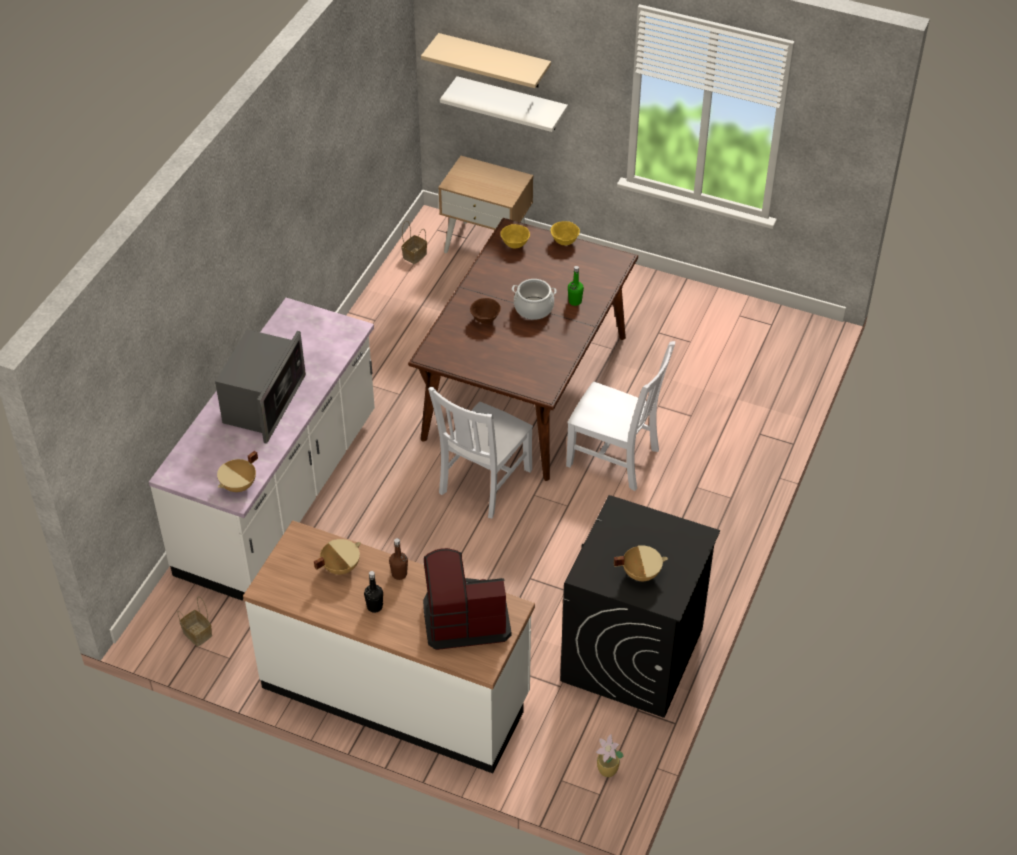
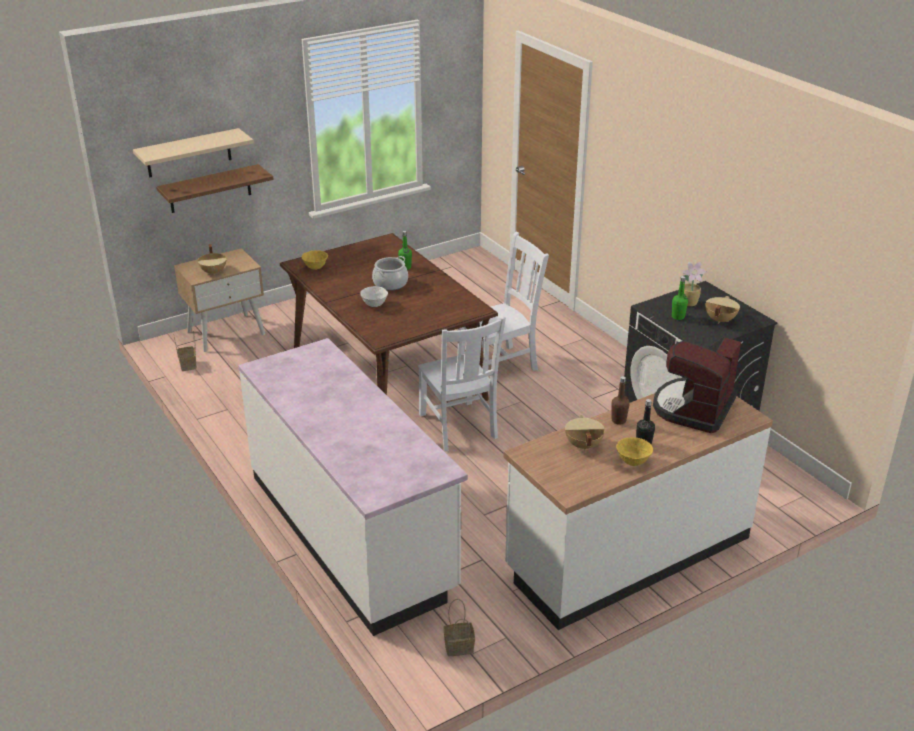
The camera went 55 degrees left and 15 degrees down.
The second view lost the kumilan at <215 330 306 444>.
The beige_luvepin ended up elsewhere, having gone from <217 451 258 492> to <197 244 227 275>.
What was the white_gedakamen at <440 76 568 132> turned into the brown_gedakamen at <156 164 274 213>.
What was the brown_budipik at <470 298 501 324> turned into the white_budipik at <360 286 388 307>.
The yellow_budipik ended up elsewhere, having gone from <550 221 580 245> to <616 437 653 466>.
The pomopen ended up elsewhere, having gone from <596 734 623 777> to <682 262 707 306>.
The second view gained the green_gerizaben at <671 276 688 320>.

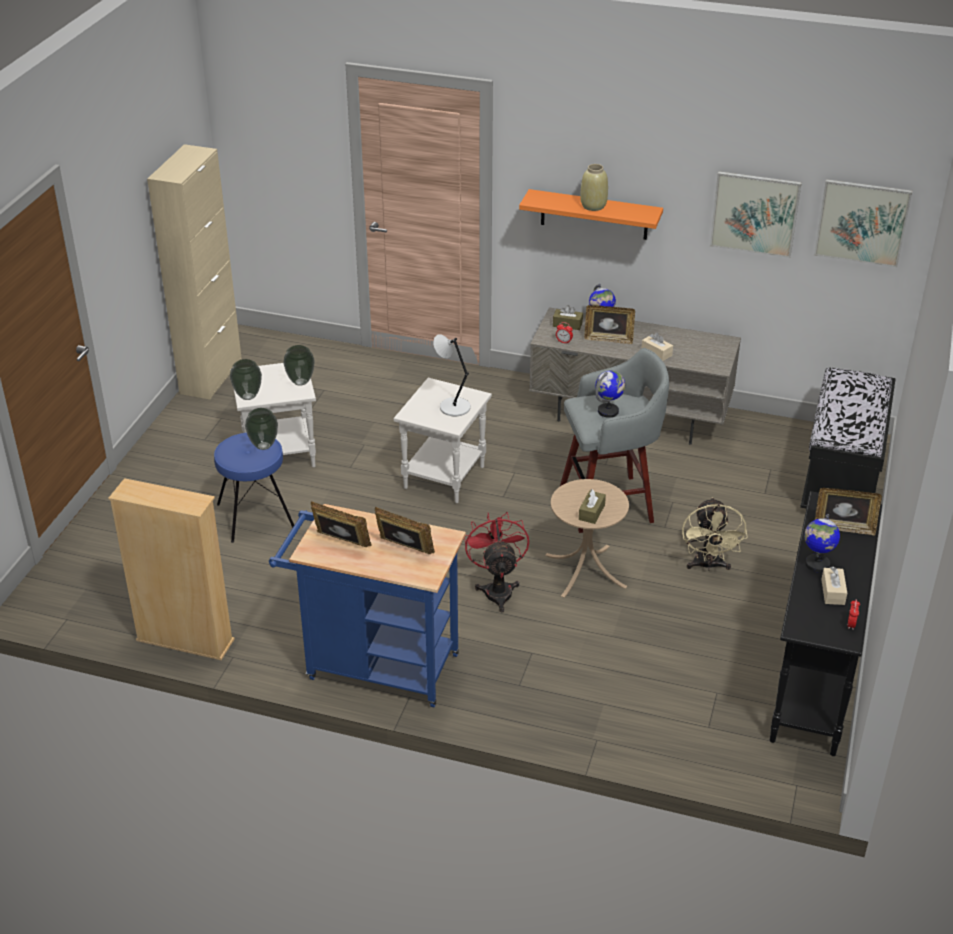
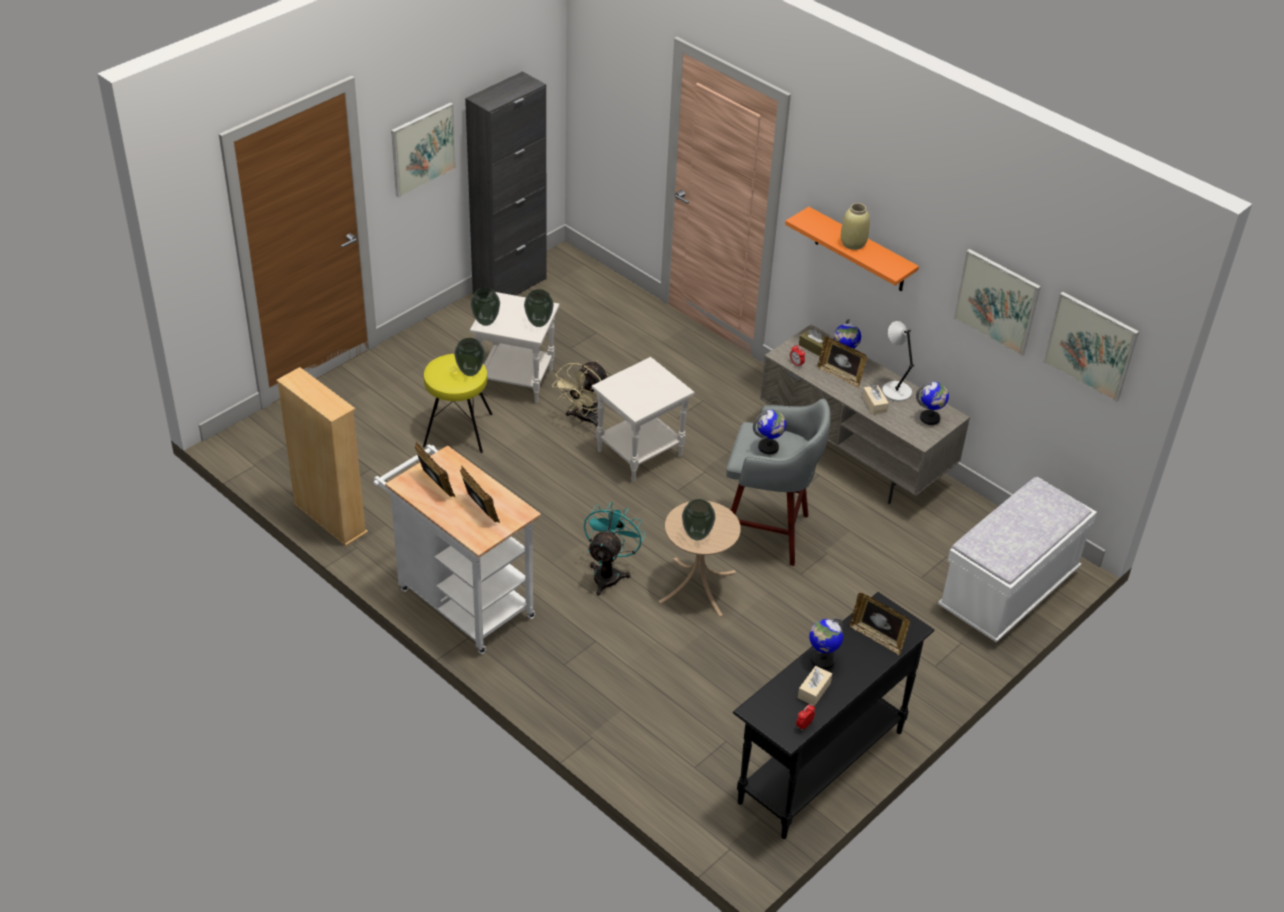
The camera went 25 degrees right and 5 degrees up.
What was the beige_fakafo at <147 144 242 400> turned into the black_fakafo at <465 71 547 296>.
What was the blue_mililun at <214 433 294 543> turned into the yellow_mililun at <423 354 493 453>.
What was the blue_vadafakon at <269 504 466 708> turned into the white_vadafakon at <373 444 541 654>.
The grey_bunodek ended up elsewhere, having gone from <433 334 471 416> to <882 321 914 401>.
What was the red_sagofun at <464 512 529 612> turned into the turquoise_sagofun at <584 502 645 596>.
Where the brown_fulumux stood at <579 489 606 524>, the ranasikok came to stand at <682 499 715 541>.
The beige_sagofun ended up elsewhere, having gone from <682 497 748 571> to <552 361 608 428>.
What was the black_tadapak at <800 367 896 508> turned into the white_tadapak at <938 477 1097 643>.
The second view gained the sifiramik at <391 102 456 198>.
The second view gained the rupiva at <916 381 949 425>.

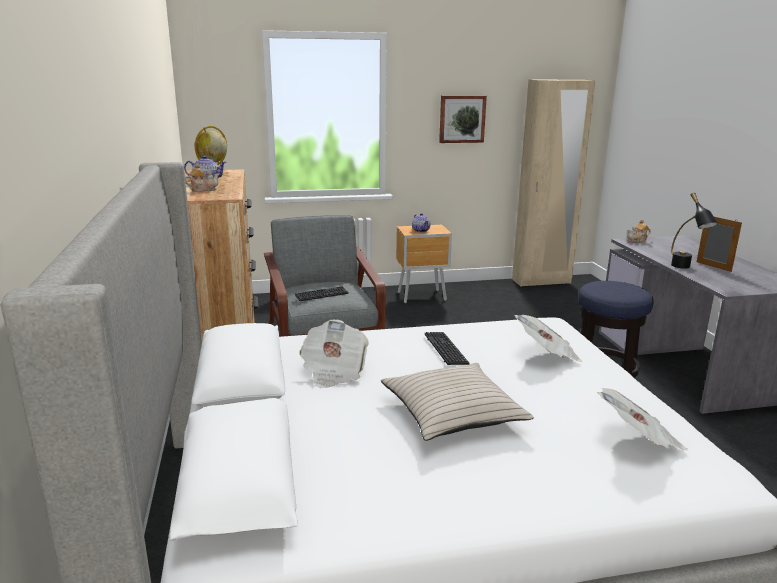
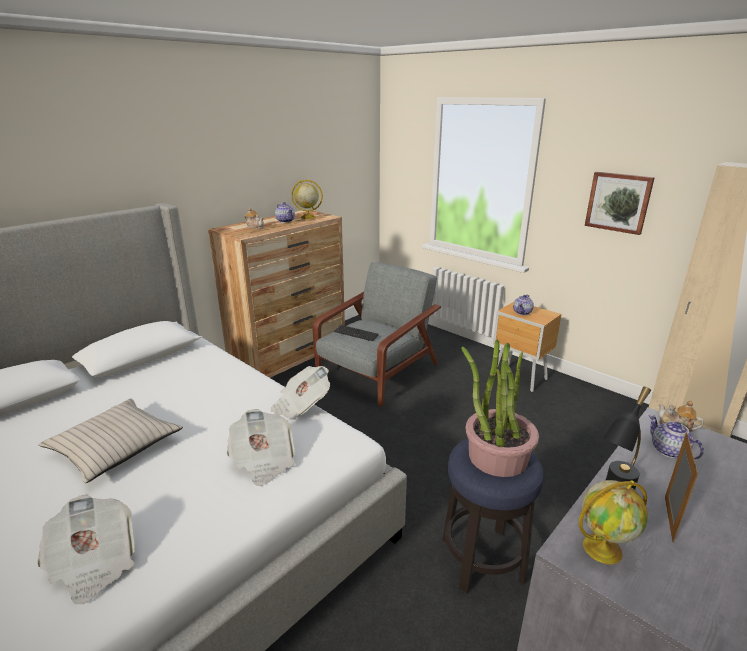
The camera went 55 degrees right and 5 degrees up.
The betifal ended up elsewhere, having gone from <299 320 369 388> to <271 366 330 420>.
The second view lost the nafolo at <425 332 470 365>.
The second view gained the pomopen at <462 339 539 477>.
The second view gained the rupiva at <579 480 648 565>.
The second view gained the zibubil at <648 415 704 459>.

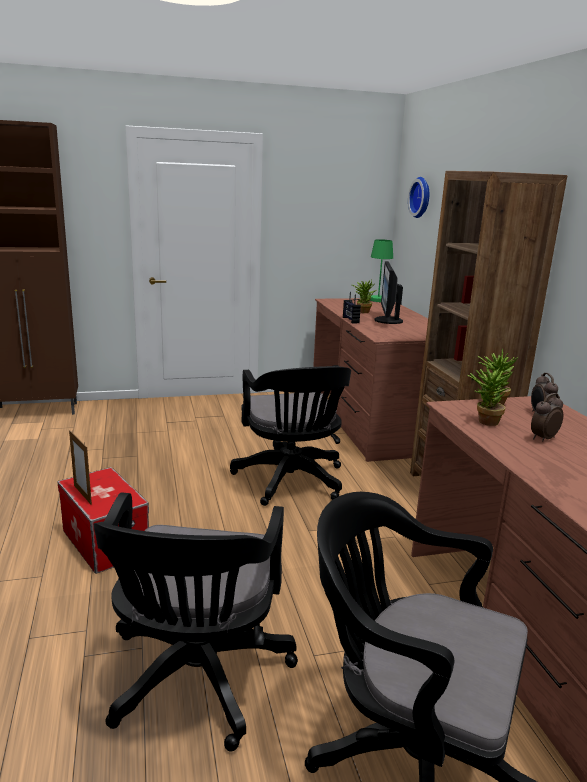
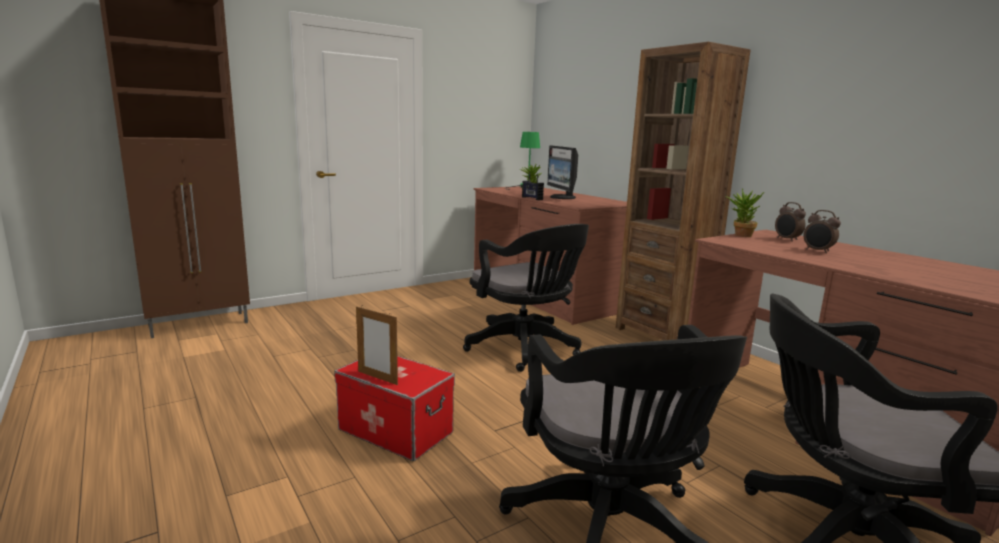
The camera went 20 degrees left and 5 degrees down.
The second view lost the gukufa at <408 177 429 218>.
The second view lost the pomopen at <467 362 514 426>.
The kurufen at <531 393 563 442> ended up facing another way, 75 degrees counterclockwise from before.

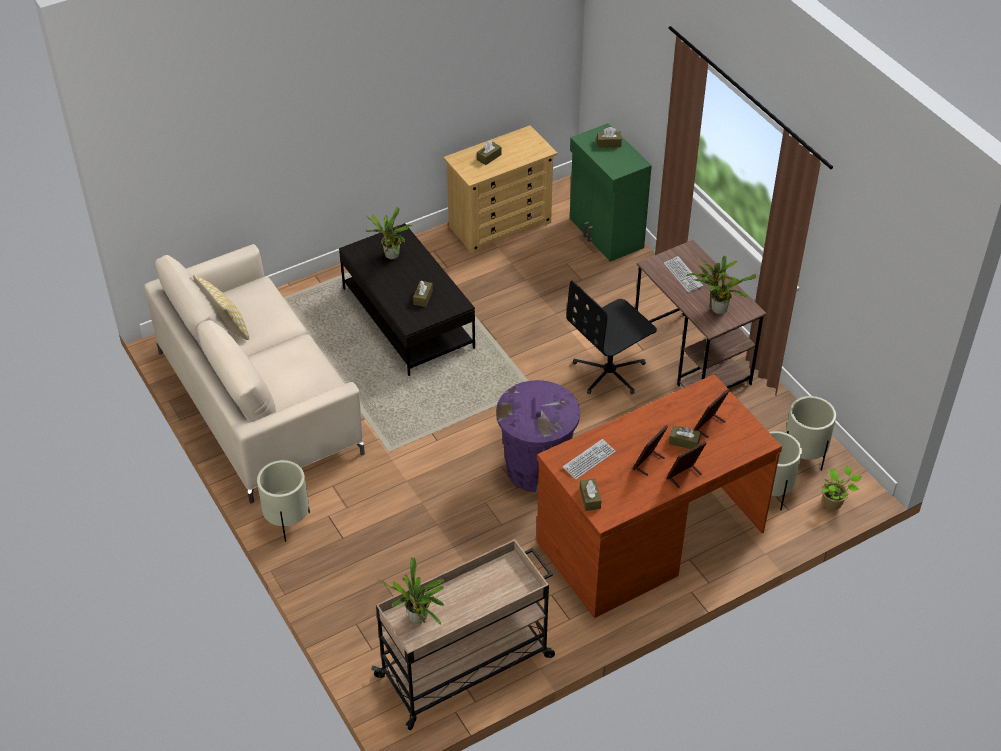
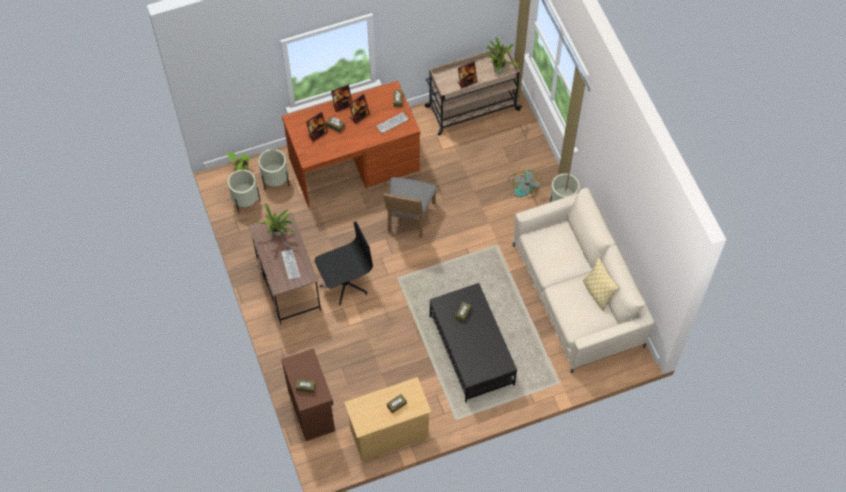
The camera went 170 degrees left and 15 degrees up.
The second view lost the pomopen at <366 207 412 259>.
Where the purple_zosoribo stood at <496 380 580 492>, the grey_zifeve came to stand at <383 177 437 238>.
What was the green_fakafo at <570 123 652 262> turned into the brown_fakafo at <281 348 335 441>.
The second view gained the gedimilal at <458 61 477 89>.
The second view gained the sagofun at <508 170 543 197>.

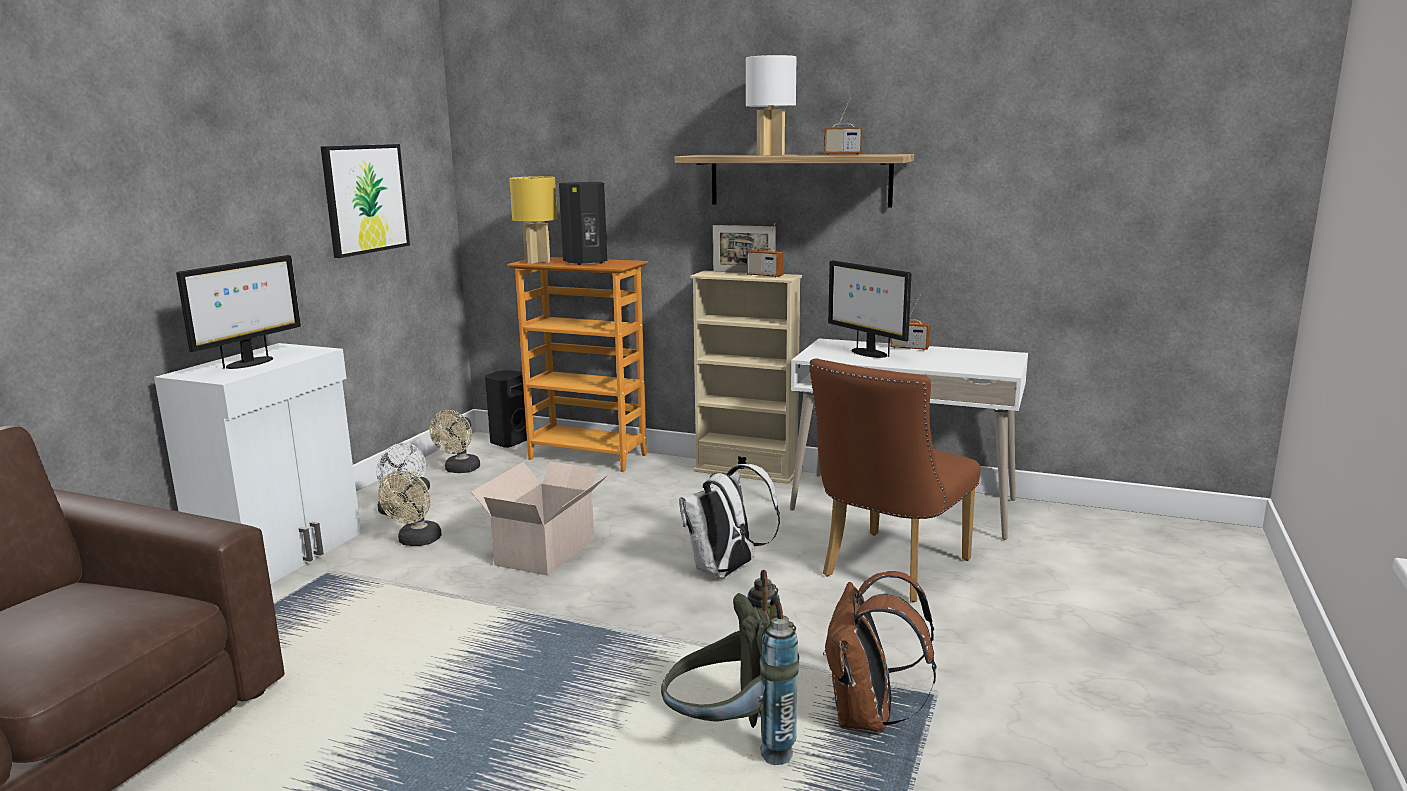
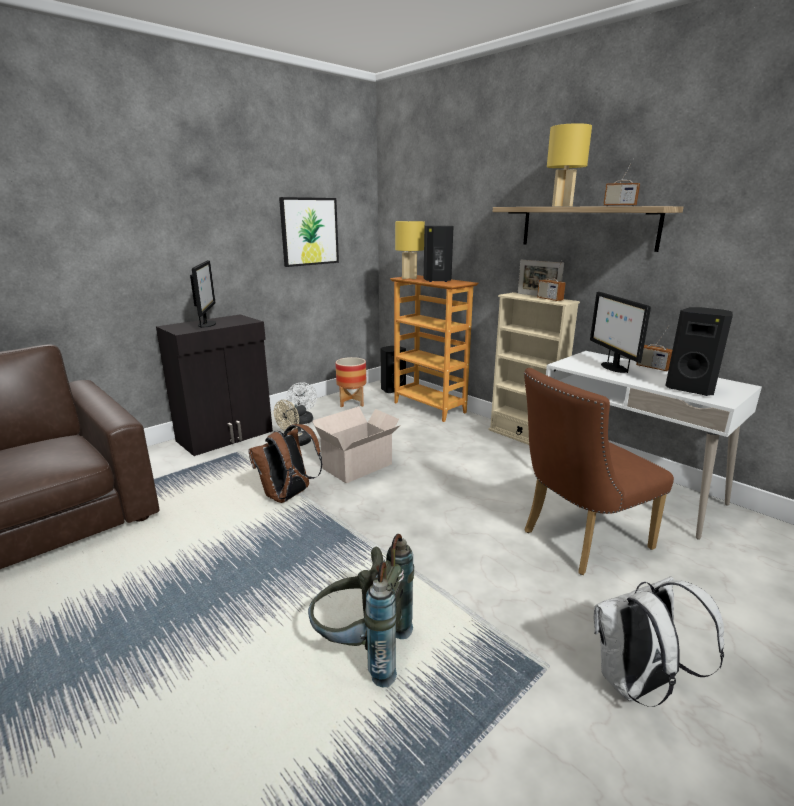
The camera went 25 degrees right and 5 degrees up.
What was the white_fakafo at <154 343 361 584> turned into the black_fakafo at <156 315 273 456>.
The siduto at <176 255 301 369> ended up facing another way, 60 degrees counterclockwise from before.
Where the beige_sagofun stood at <429 410 480 473>, the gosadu came to stand at <336 357 366 407>.
The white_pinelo ended up elsewhere, having gone from <679 464 780 578> to <594 576 724 707>.
What was the white_bunodek at <746 55 796 156> turned into the yellow_bunodek at <547 123 592 206>.
The brown_pinelo ended up elsewhere, having gone from <823 571 936 732> to <248 424 322 503>.
The second view gained the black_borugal at <665 307 733 396>.

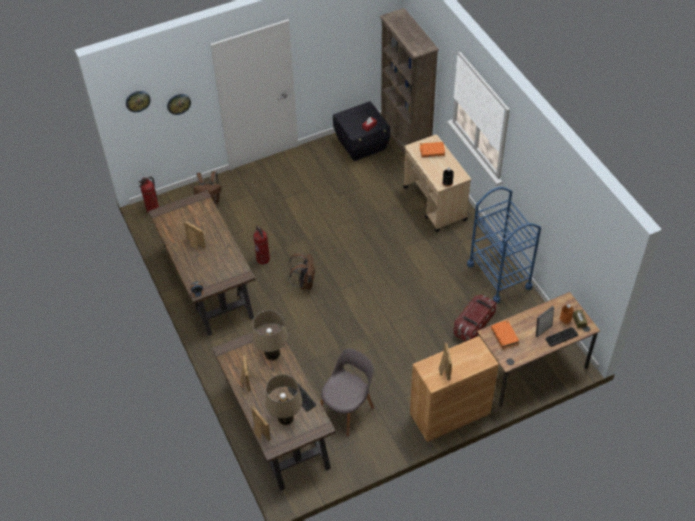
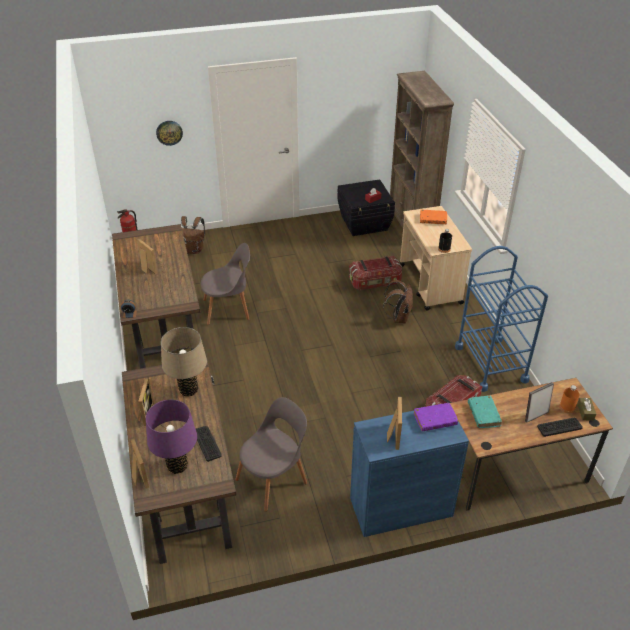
The camera went 10 degrees right and 10 degrees down.
The second view lost the gukufa at <126 91 151 112>.
Where the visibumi stood at <253 226 270 264>, the grey_zifeve came to stand at <201 243 250 325>.
What was the beige_bunodek at <265 374 302 426> turned into the purple_bunodek at <146 400 197 474>.
The brown_pinelo ended up elsewhere, having gone from <288 253 315 290> to <383 280 413 324>.
What was the brown_fakafo at <410 336 499 442> turned into the blue_fakafo at <350 410 469 537>.
What was the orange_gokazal at <491 320 519 348> turned into the turquoise_gokazal at <468 396 502 428>.
The second view gained the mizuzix at <349 256 402 290>.
The second view gained the purple_gokazal at <414 403 458 431>.

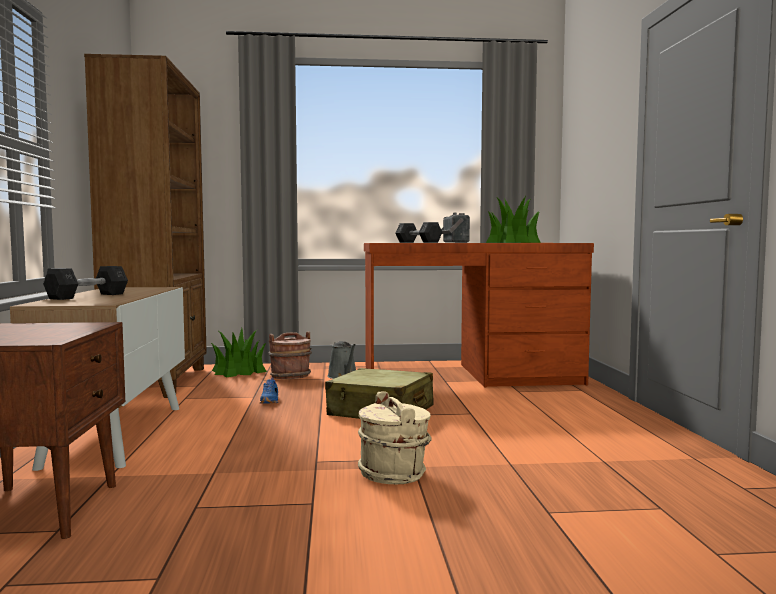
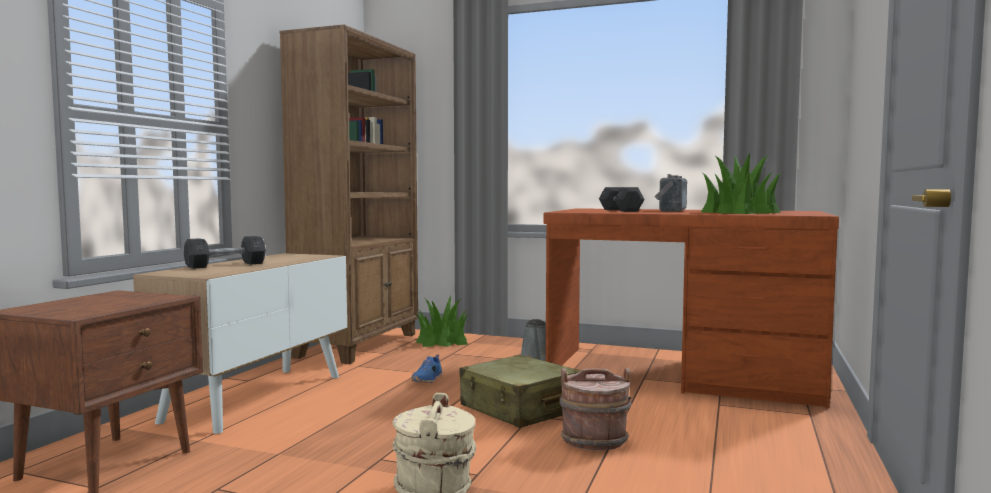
The camera went 25 degrees right and 0 degrees up.
The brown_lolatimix ended up elsewhere, having gone from <269 331 312 379> to <559 368 632 451>.

